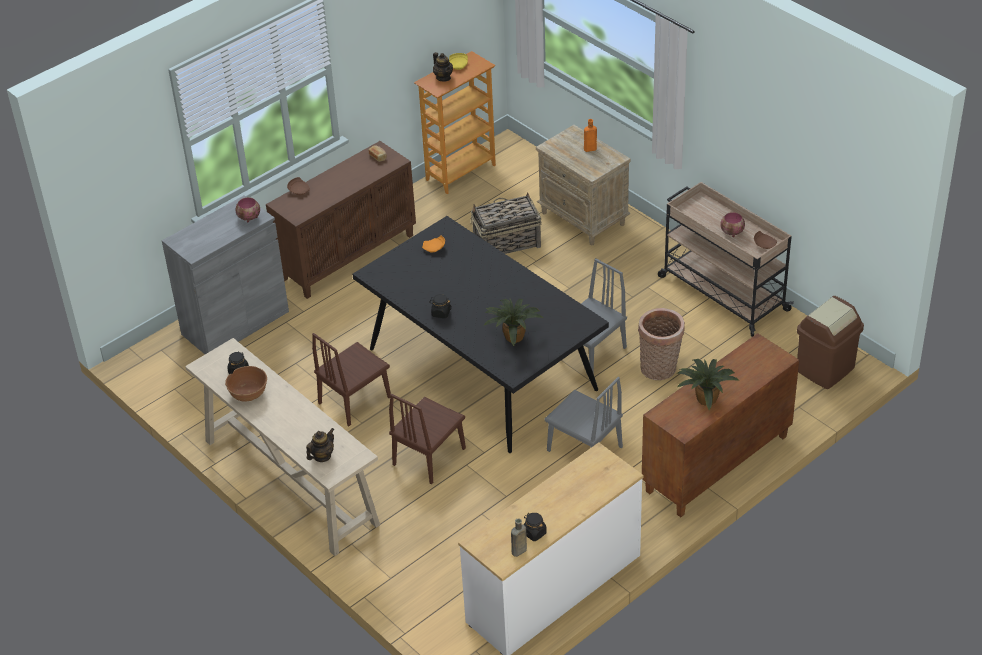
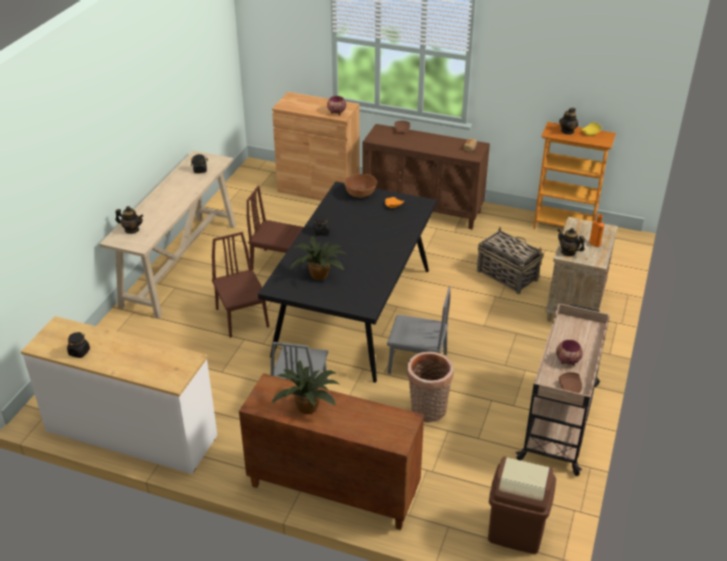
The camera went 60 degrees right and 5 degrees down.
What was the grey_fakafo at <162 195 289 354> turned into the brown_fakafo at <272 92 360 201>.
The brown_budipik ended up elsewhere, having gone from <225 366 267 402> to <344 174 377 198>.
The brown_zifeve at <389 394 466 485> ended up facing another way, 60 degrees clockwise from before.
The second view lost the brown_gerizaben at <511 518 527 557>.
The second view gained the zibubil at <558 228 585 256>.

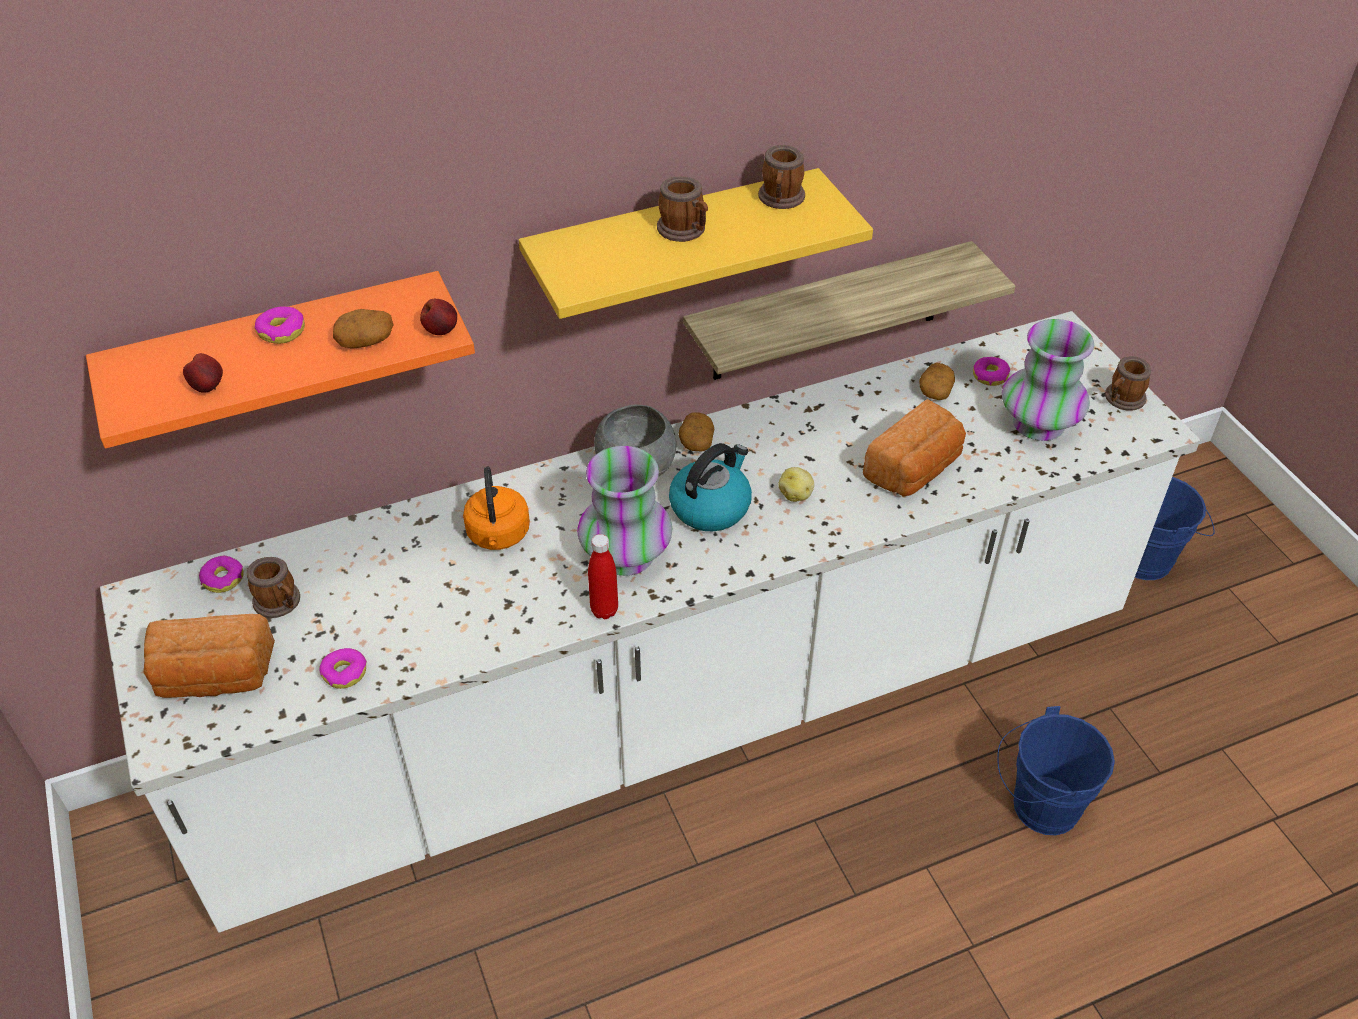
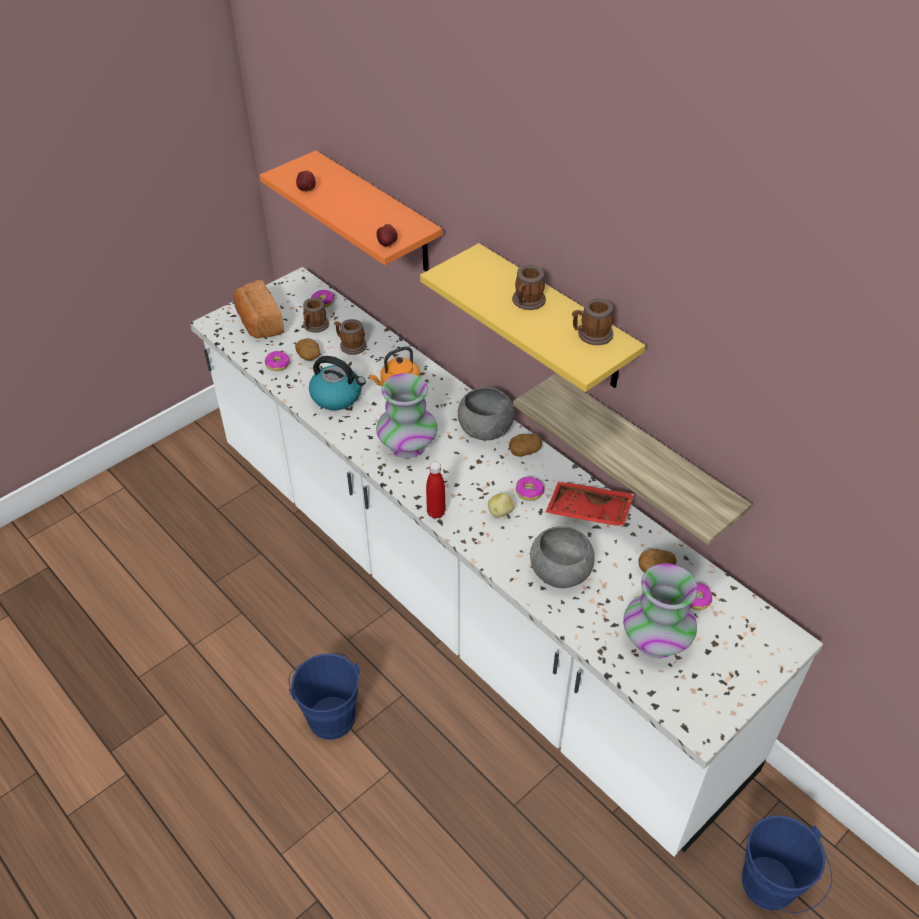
The camera went 70 degrees right and 0 degrees up.
The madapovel ended up elsewhere, having gone from <255 306 305 344> to <516 477 544 501>.
The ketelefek ended up elsewhere, having gone from <333 309 394 349> to <295 338 320 361>.
The red_gerizaben ended up elsewhere, having gone from <588 534 618 619> to <426 462 446 519>.
The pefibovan ended up elsewhere, having gone from <669 443 752 531> to <309 356 366 410>.
Where the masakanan stood at <863 399 966 497>, the grey_budipik came to stand at <530 526 595 588>.
The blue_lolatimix ended up elsewhere, having gone from <997 706 1115 835> to <289 653 360 740>.
The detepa ended up elsewhere, having gone from <1105 356 1151 411> to <334 319 367 355>.
The second view gained the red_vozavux at <546 481 634 527>.

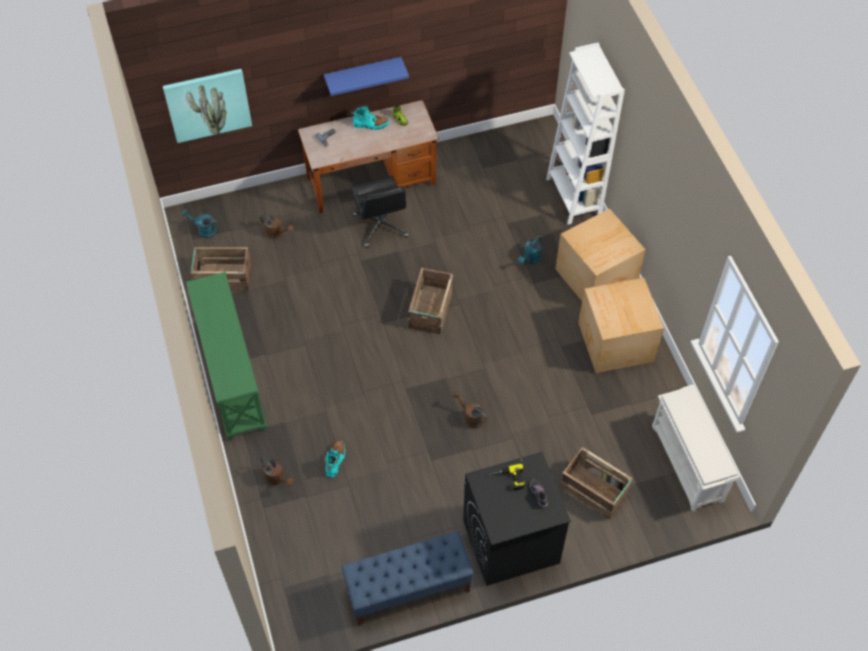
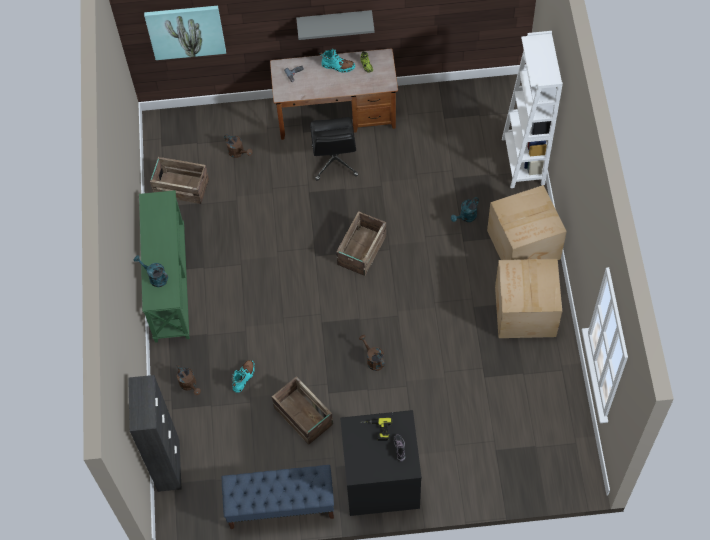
The camera went 15 degrees right and 5 degrees up.
The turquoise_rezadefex ended up elsewhere, having gone from <182 209 218 238> to <134 255 168 287>.
What was the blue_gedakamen at <324 57 409 96> turned into the grey_gedakamen at <296 10 375 40>.
The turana ended up elsewhere, having gone from <560 447 633 519> to <272 376 333 445>.
The second view lost the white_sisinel at <652 384 740 512>.
The second view gained the black_fakafo at <128 375 182 492>.

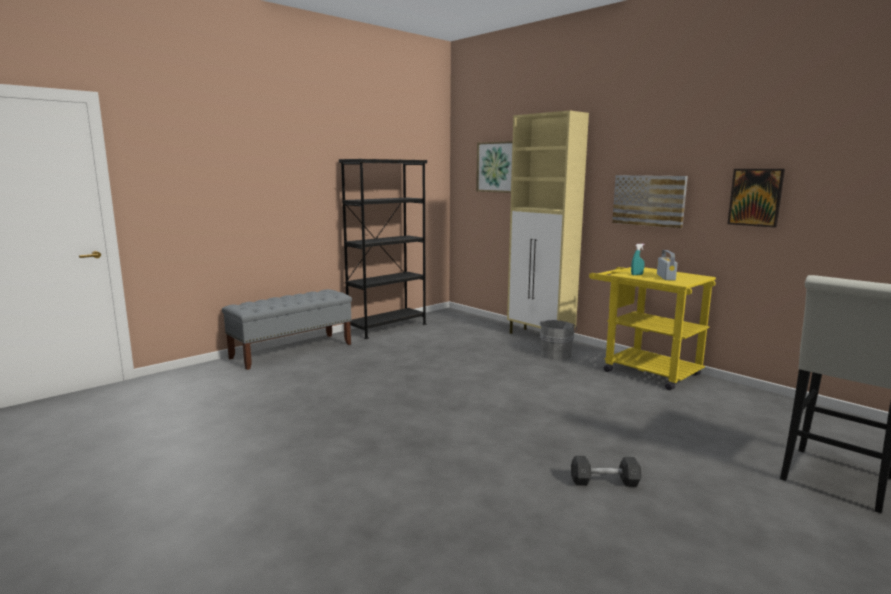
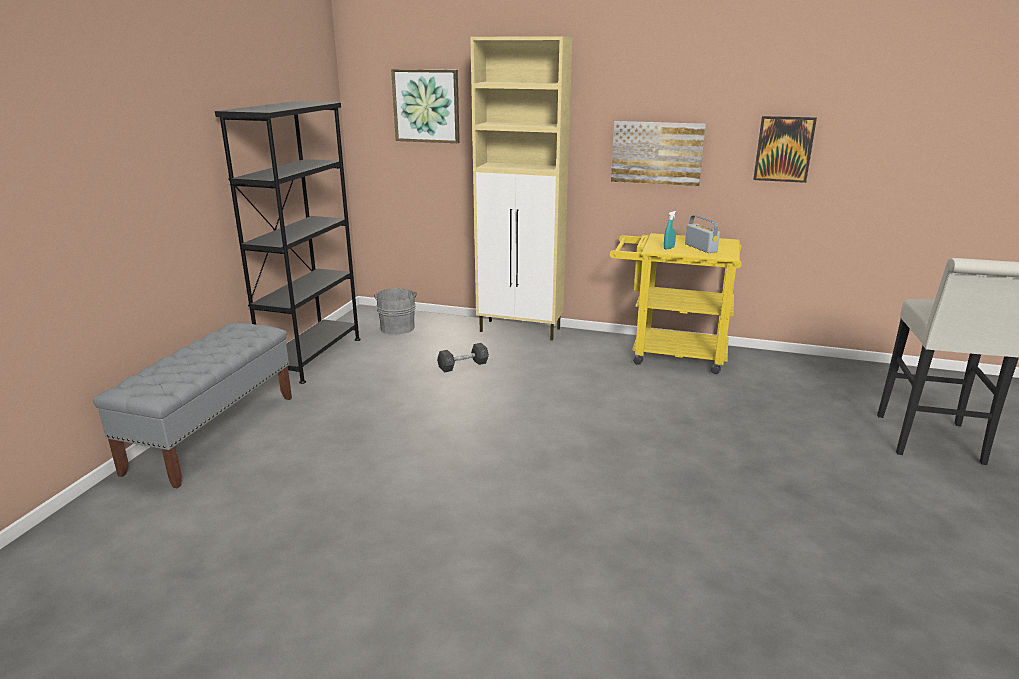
The camera went 30 degrees left and 10 degrees up.
The grey_lolatimix ended up elsewhere, having gone from <540 320 577 360> to <374 288 417 334>.
The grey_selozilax ended up elsewhere, having gone from <571 456 642 487> to <437 343 489 372>.

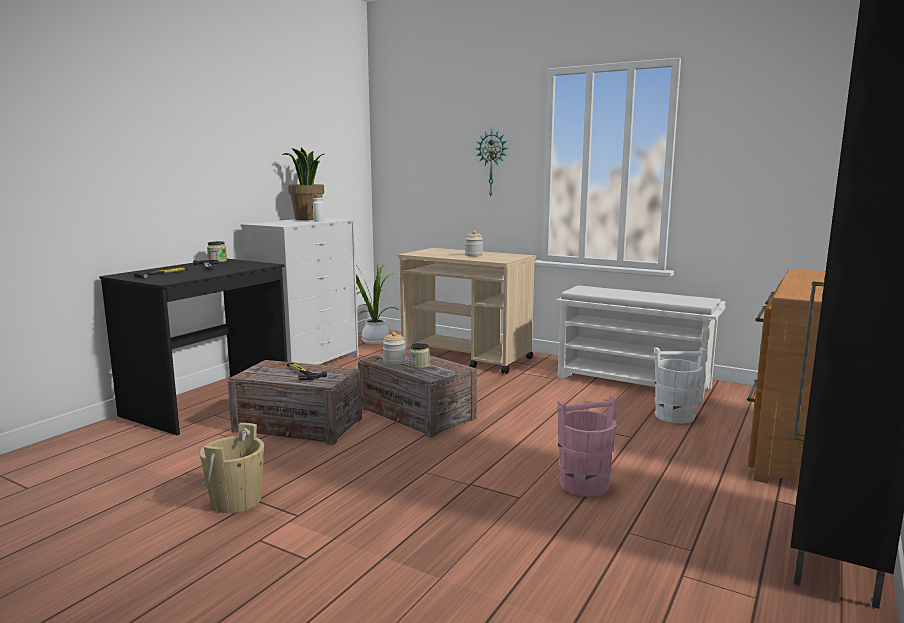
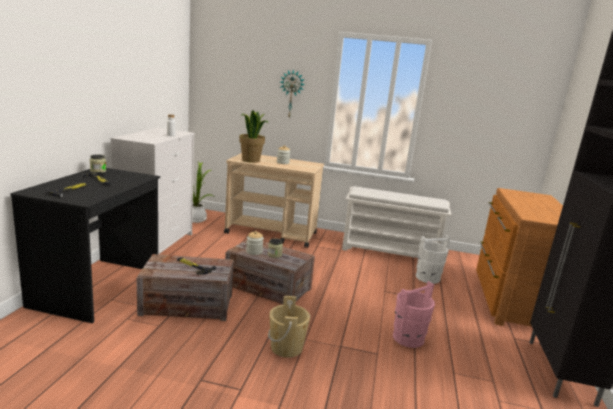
The camera went 20 degrees left and 5 degrees up.
The beige_lolatimix ended up elsewhere, having gone from <200 423 264 513> to <268 296 310 358>.
The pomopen ended up elsewhere, having gone from <282 147 324 220> to <239 110 268 163>.

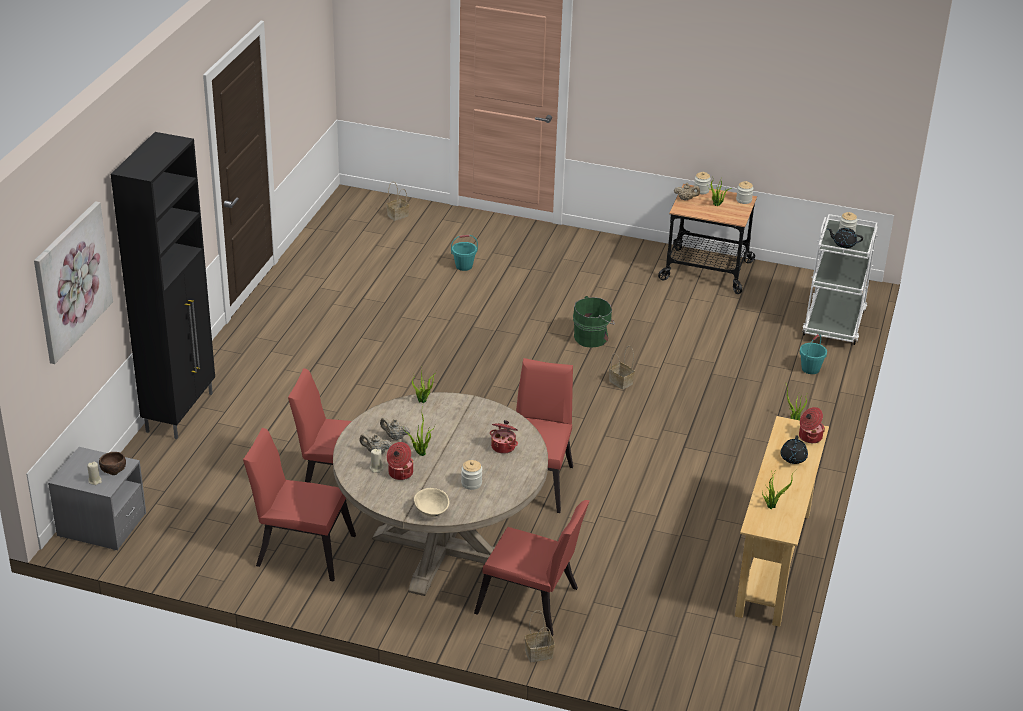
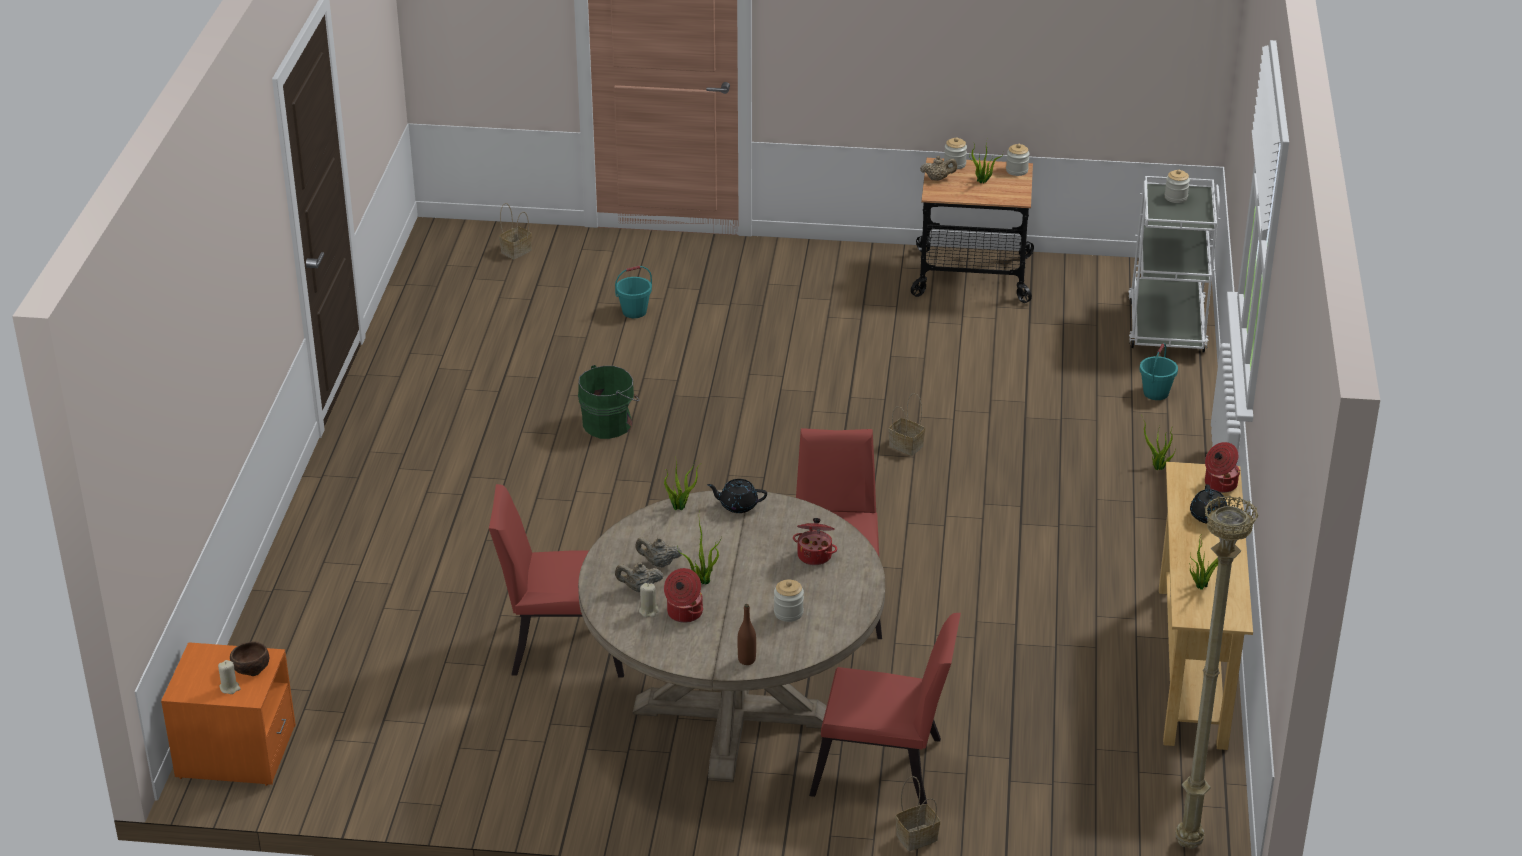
The camera went 10 degrees left and 0 degrees up.
The second view lost the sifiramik at <34 201 113 364>.
What was the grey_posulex at <48 447 146 551> turned into the orange_posulex at <161 642 296 786>.
The second view lost the black_fakafo at <111 132 215 439>.
The second view lost the red_zifeve at <243 428 356 582>.
Where the beige_budipik stood at <414 488 450 517>, the brown_gerizaben came to stand at <738 604 756 665>.
The green_lolatimix ended up elsewhere, having gone from <573 296 615 348> to <578 365 640 439>.
The black_zibubil ended up elsewhere, having gone from <827 228 863 248> to <707 479 767 513>.
The second view gained the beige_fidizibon at <1175 495 1258 849>.

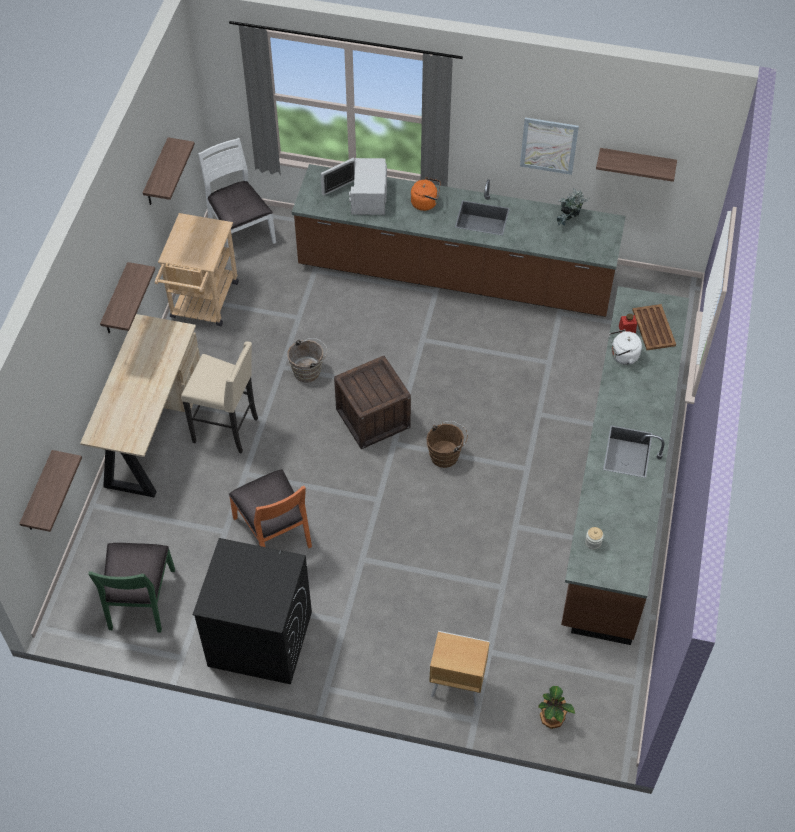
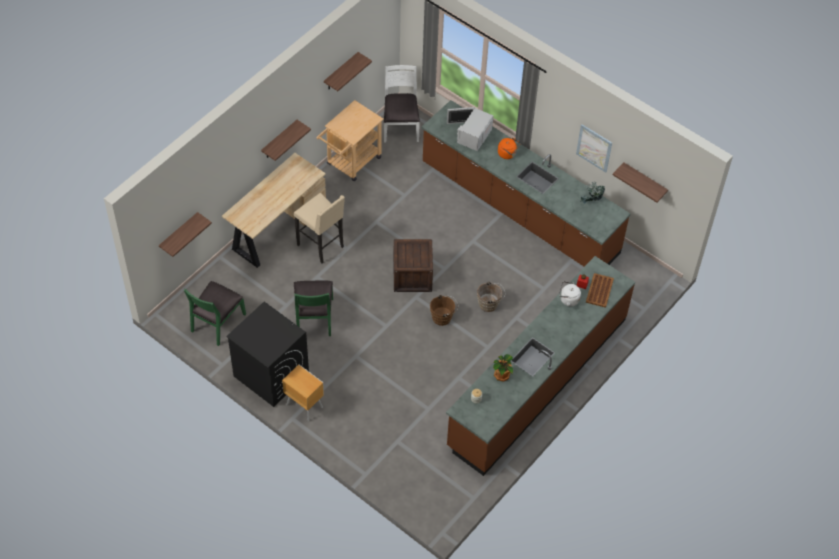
The camera went 25 degrees right and 0 degrees up.
What was the orange_zifeve at <229 469 312 548> turned into the green_zifeve at <294 280 333 336>.
The brown_lolatimix ended up elsewhere, having gone from <287 338 327 383> to <477 281 505 312>.
The brown_posulex ended up elsewhere, having gone from <429 631 490 706> to <282 365 324 421>.
The pomopen ended up elsewhere, having gone from <538 686 575 729> to <493 354 513 382>.

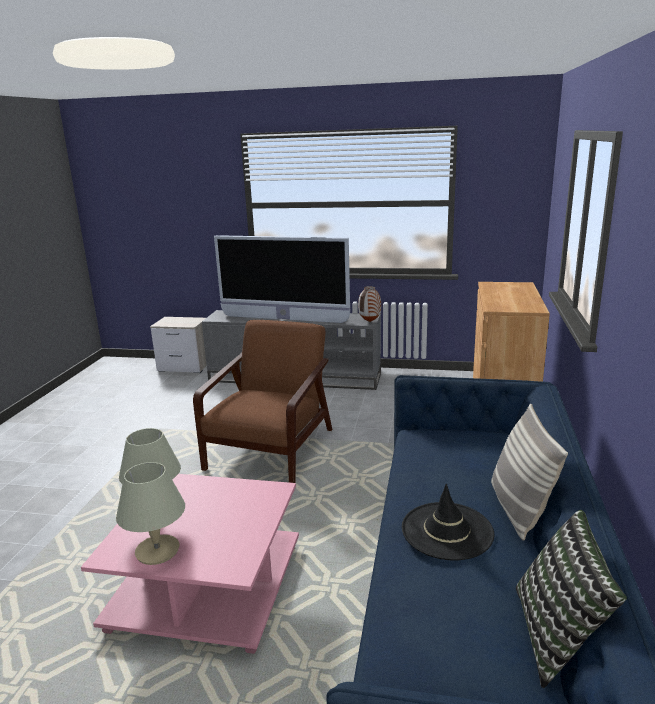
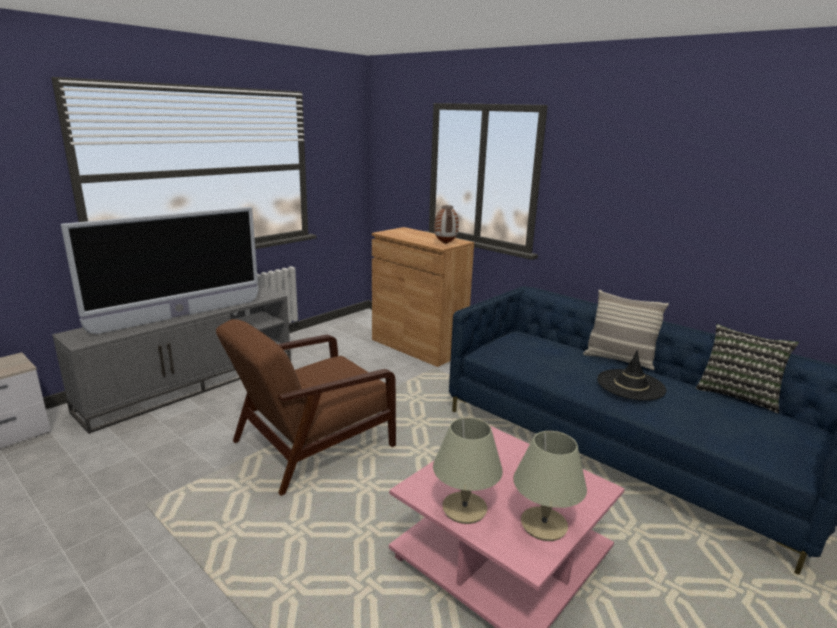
The camera went 60 degrees left and 0 degrees up.
The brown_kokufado at <193 320 332 483> ended up facing another way, 90 degrees counterclockwise from before.
The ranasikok ended up elsewhere, having gone from <358 286 381 322> to <434 205 459 244>.

